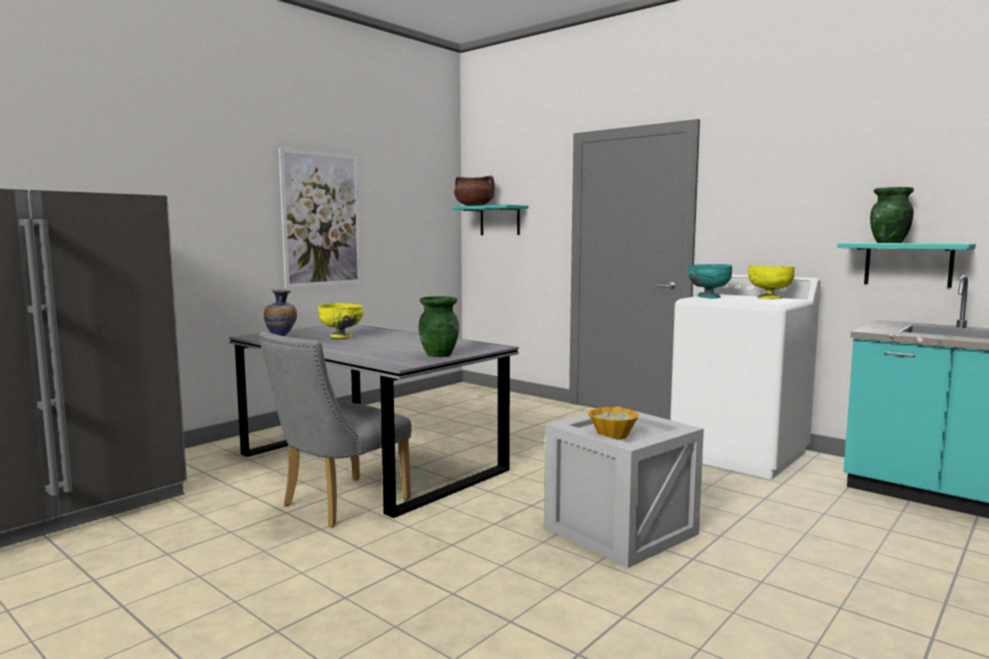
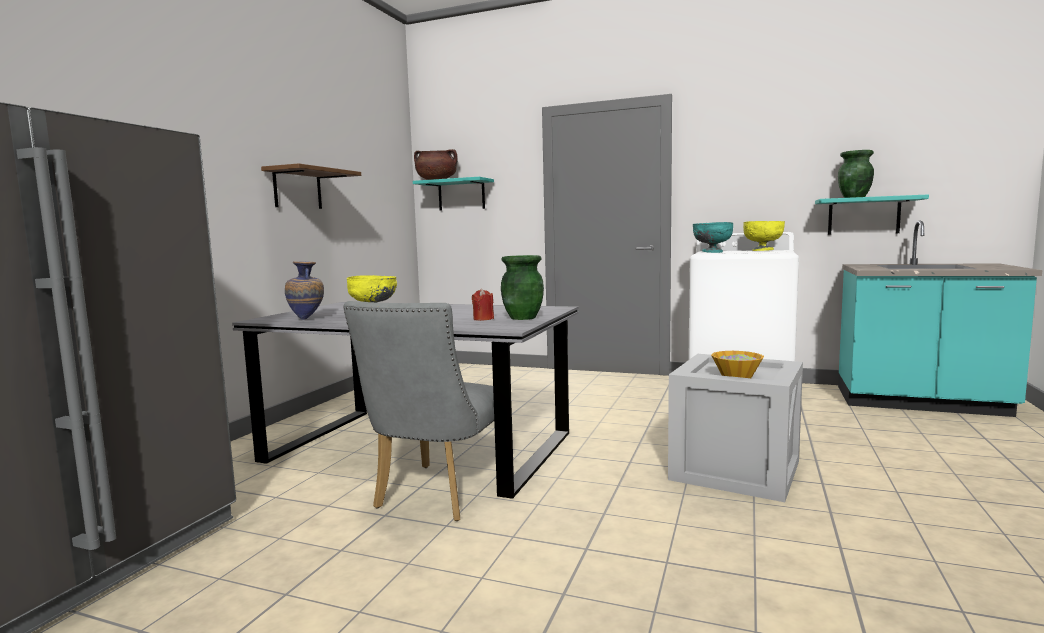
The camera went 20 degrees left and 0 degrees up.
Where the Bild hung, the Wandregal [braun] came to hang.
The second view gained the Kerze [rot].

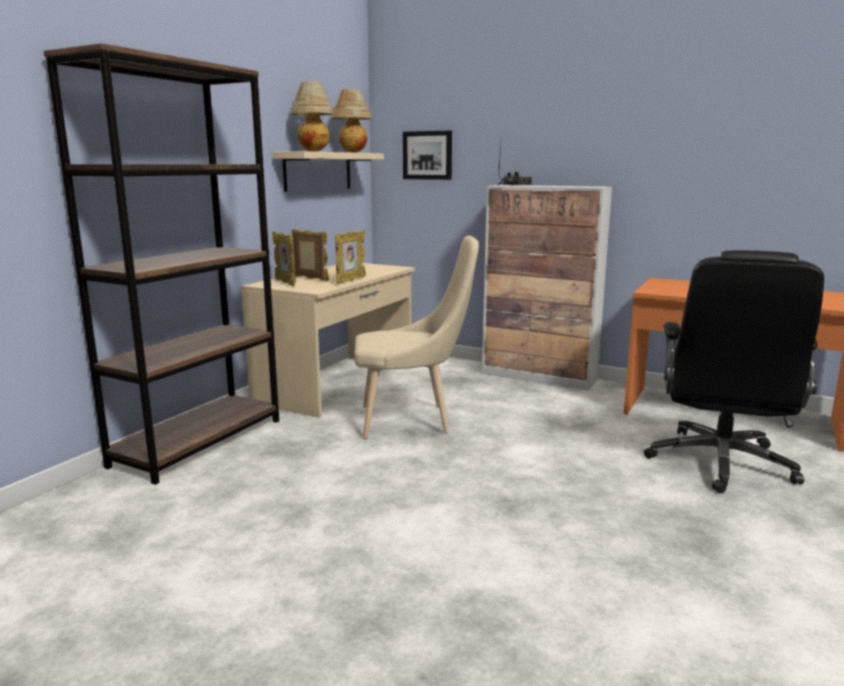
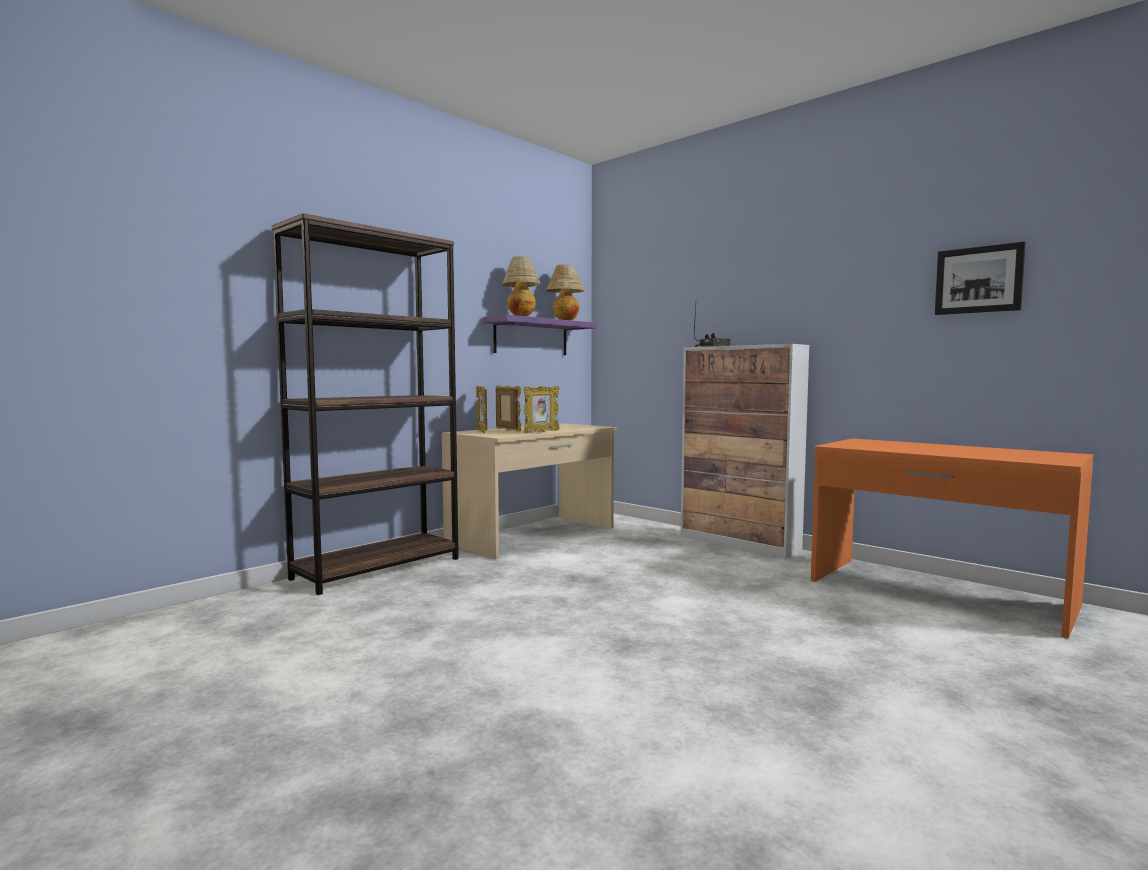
The camera went 15 degrees right and 10 degrees down.
What was the Wandregal [beige] turned into the Wandregal [lila].
The Bild ended up elsewhere.
The second view lost the Stuhl [beige].
The second view lost the Bürostuhl [schwarz].

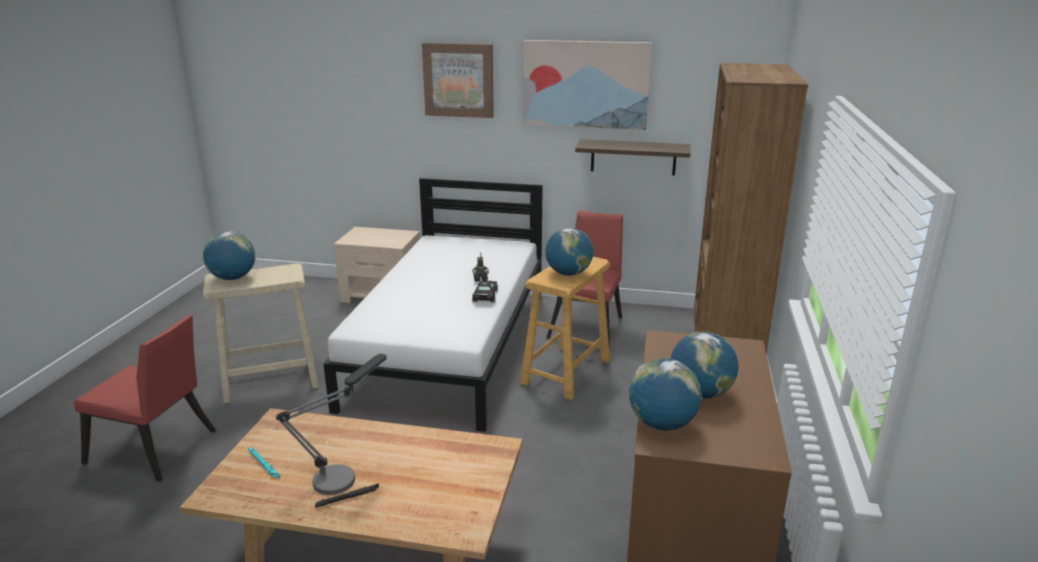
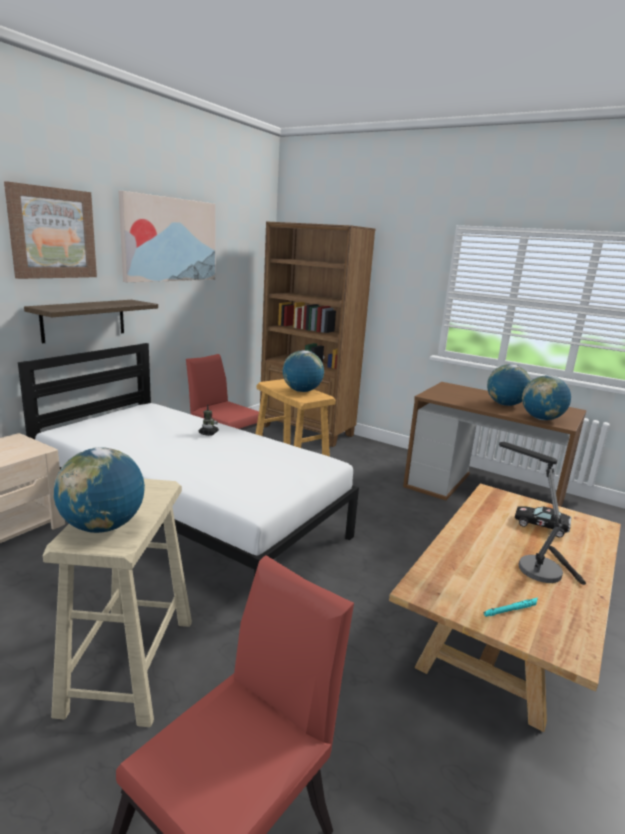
The camera went 70 degrees left and 5 degrees down.
The Wandregal ended up elsewhere.
The Spielzeugauto [schwarz] ended up elsewhere.

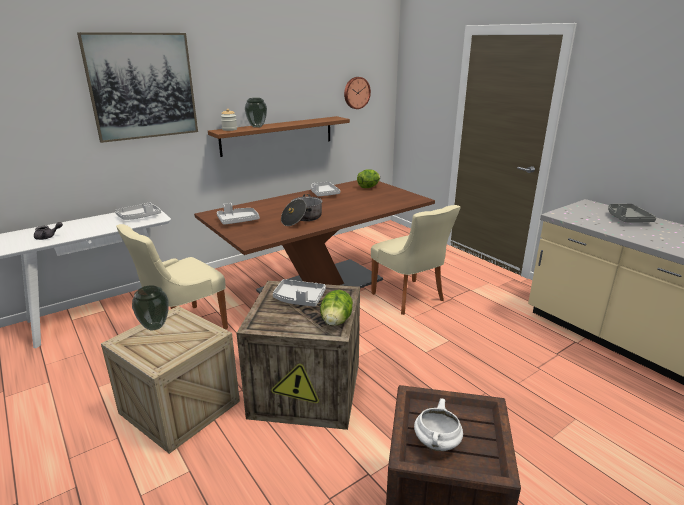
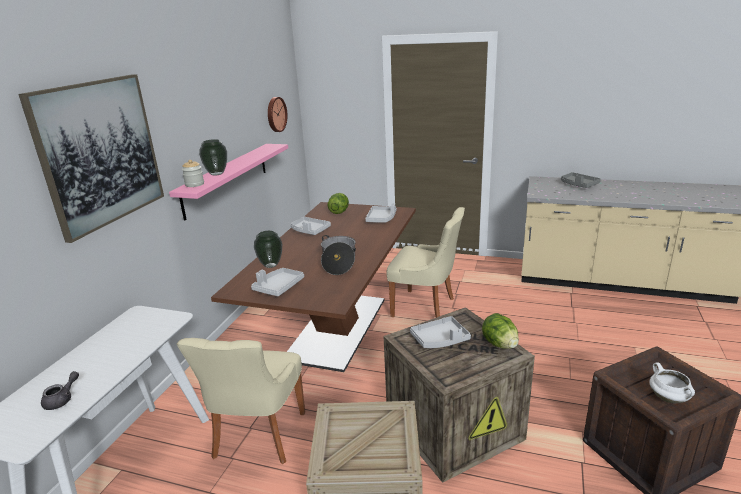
The camera went 35 degrees left and 0 degrees up.
What was the Wandregal [braun] turned into the Wandregal [rosa].
The Vase (no. 1 from left in the first image) ended up elsewhere.
The Tablett [grau] (no. 1 from left in the first image) ended up elsewhere.

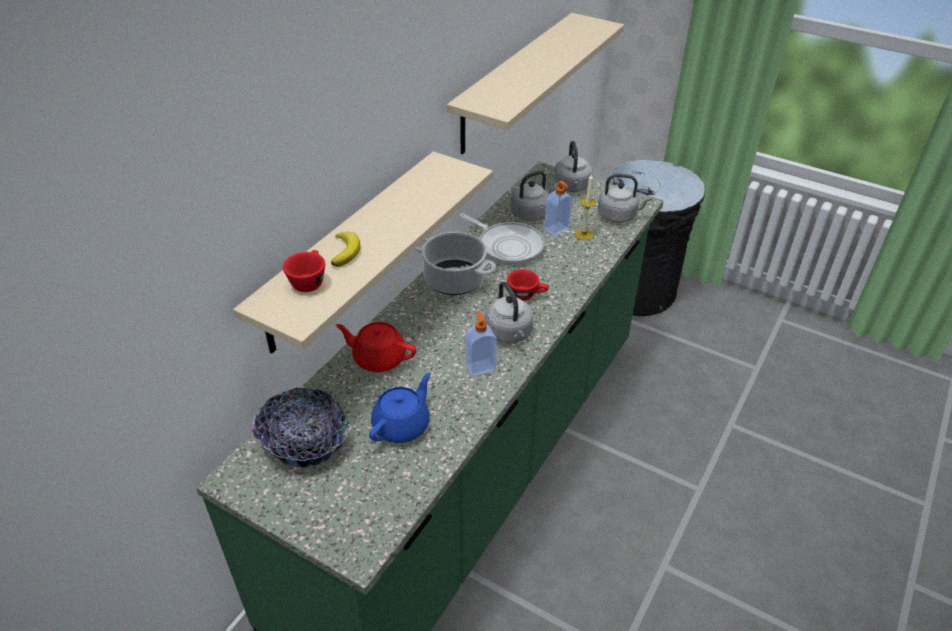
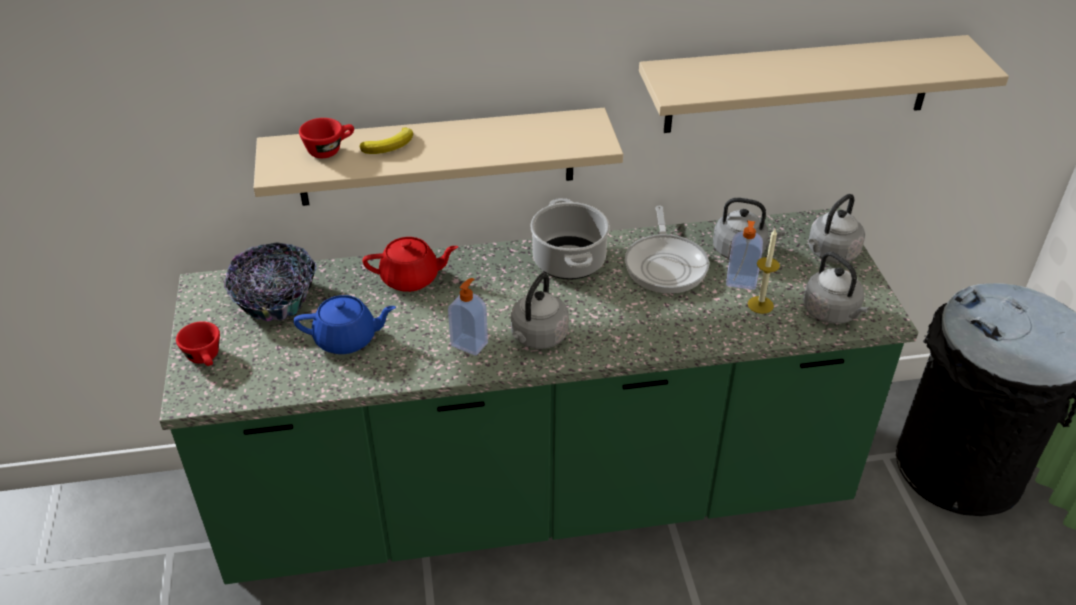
The camera went 50 degrees right and 0 degrees up.
The Tasse [rot] (no. 2 from left in the first image) ended up elsewhere.
The Teekanne [rot] ended up facing another way, 105 degrees clockwise from before.

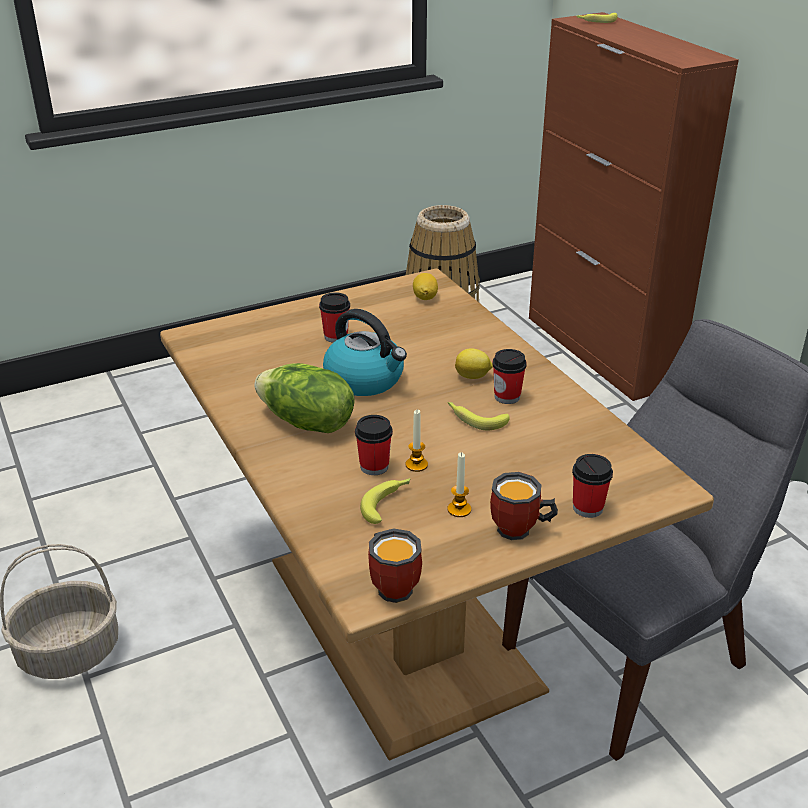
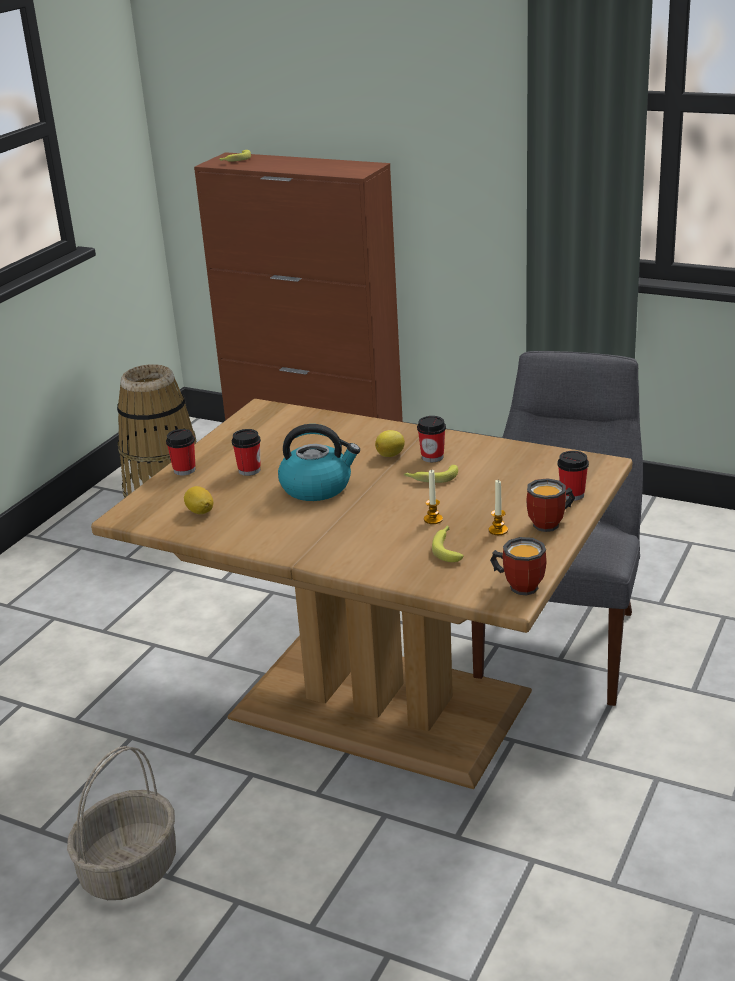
The camera went 35 degrees left and 5 degrees down.
The Tasse (no. 2 from left in the first image) ended up elsewhere.
The Zitrone (no. 1 from left) ended up elsewhere.
The second view lost the Salatkopf.

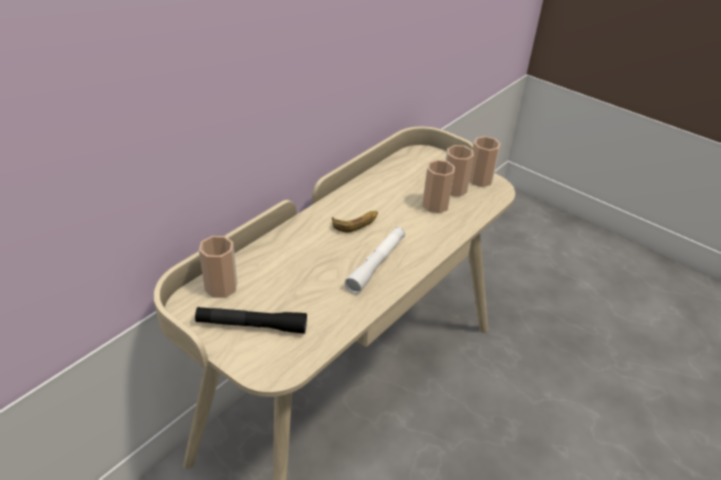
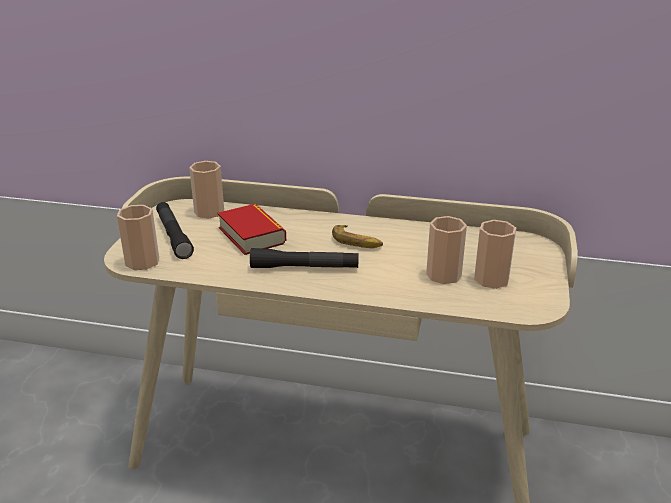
The camera went 65 degrees right and 10 degrees down.
The Tasse (no. 4 from left in the first image) ended up elsewhere.
The second view gained the Buch.
What was the Taschenlampe [weiß] turned into the Taschenlampe [schwarz] (no. 2 from left).

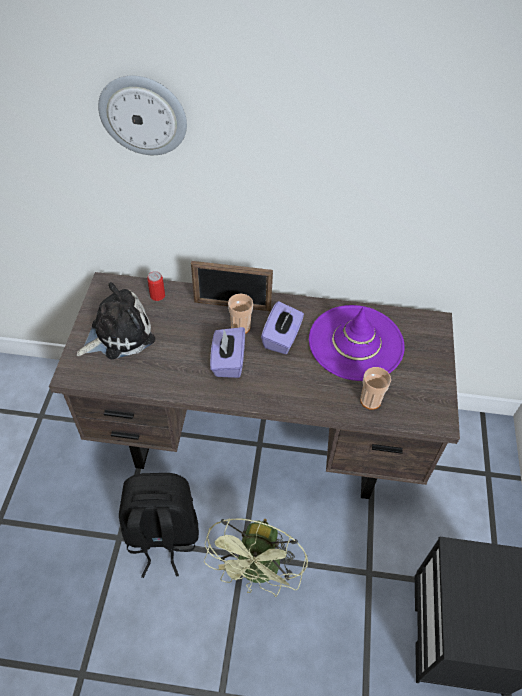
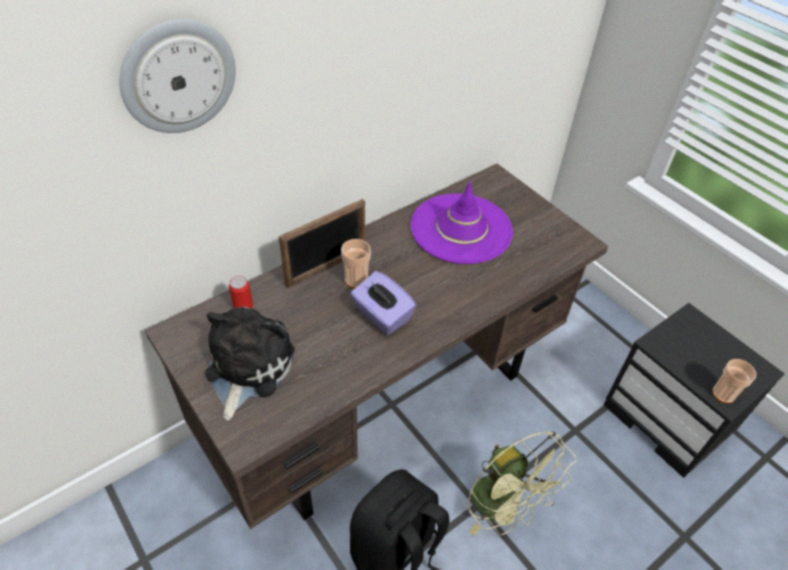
The camera went 45 degrees left and 5 degrees down.
The Tasse (no. 2 from left) ended up elsewhere.
The second view lost the Taschentuchbox [lila] (no. 2 from left).

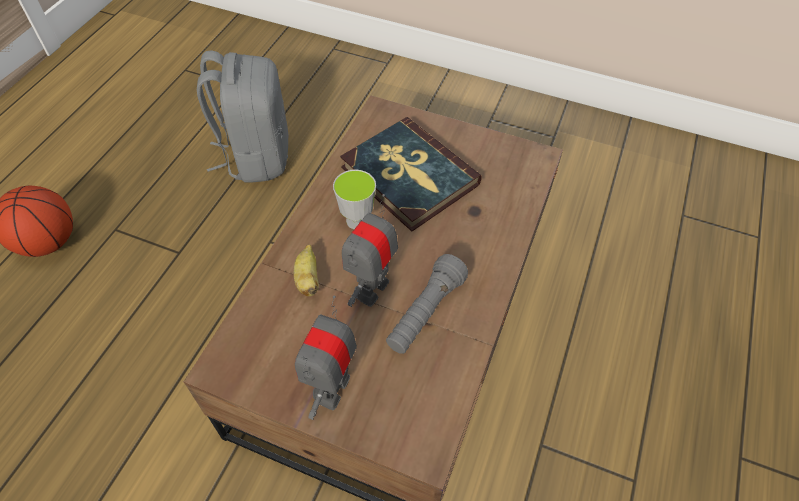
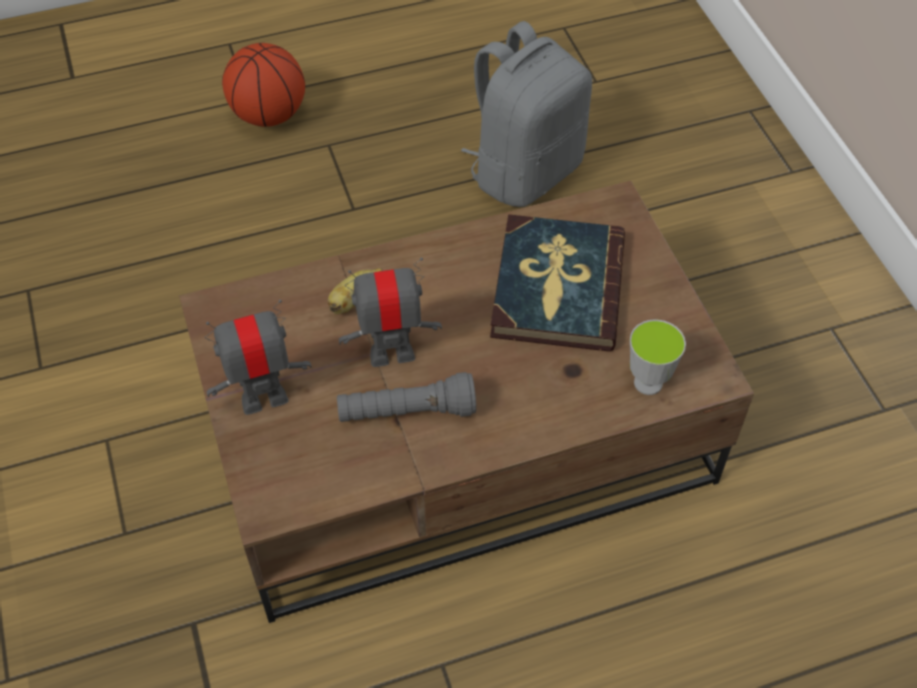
The camera went 50 degrees right and 0 degrees up.
The Tasse ended up elsewhere.

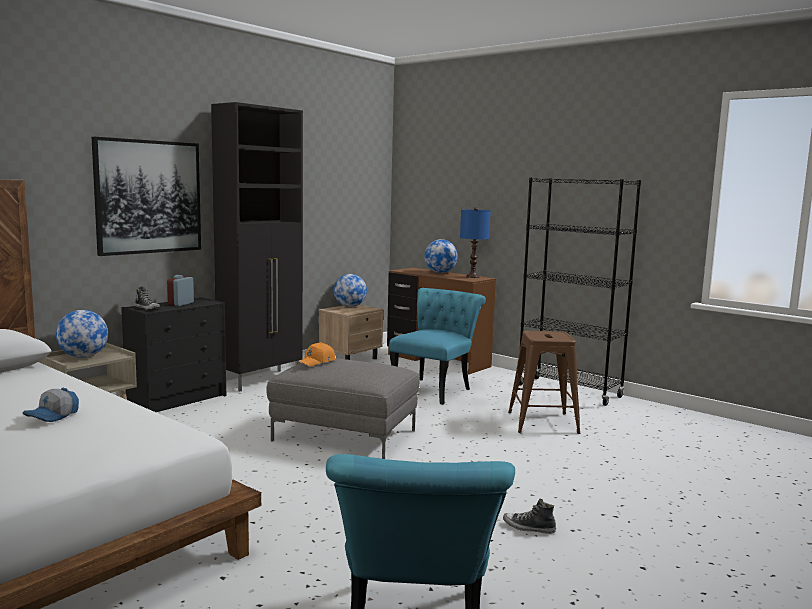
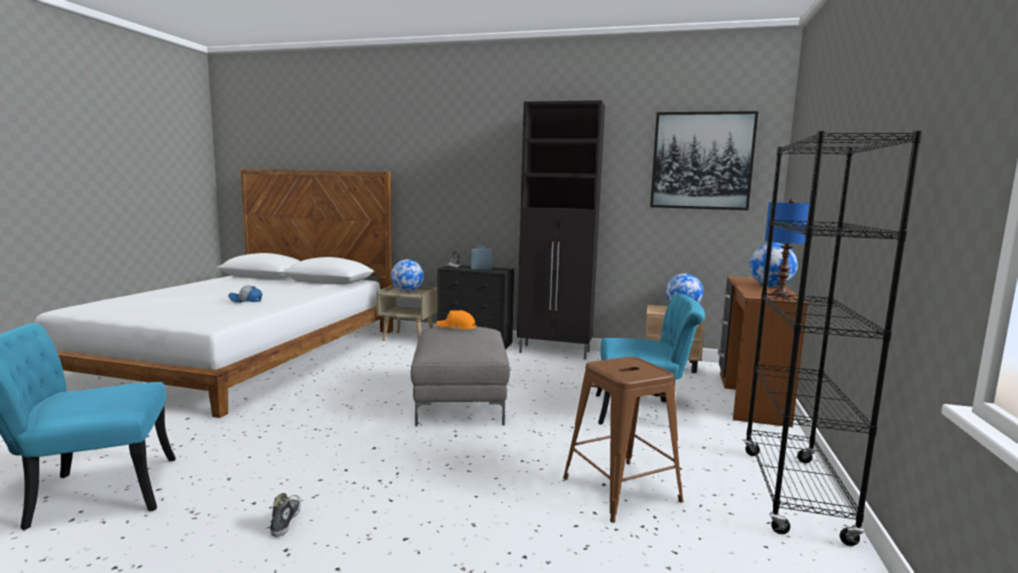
The camera went 65 degrees right and 0 degrees up.
The Bild ended up elsewhere.

